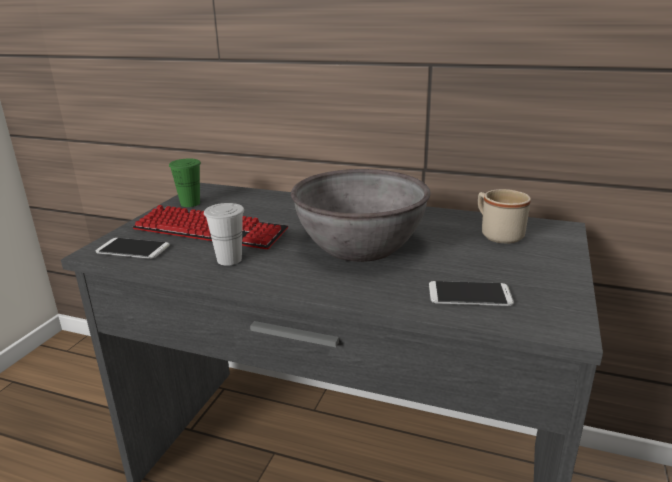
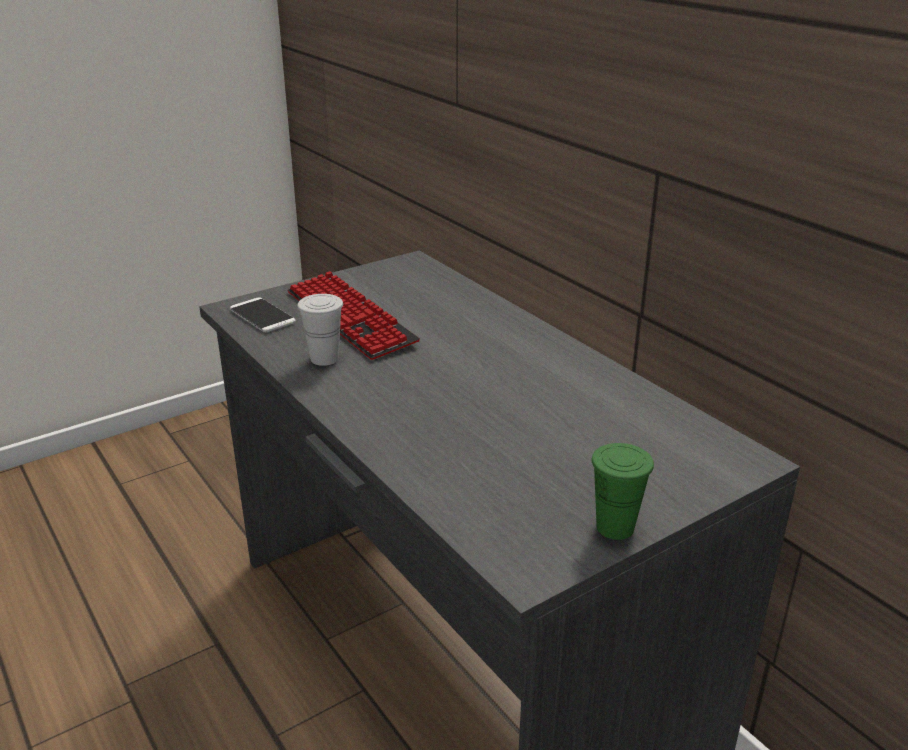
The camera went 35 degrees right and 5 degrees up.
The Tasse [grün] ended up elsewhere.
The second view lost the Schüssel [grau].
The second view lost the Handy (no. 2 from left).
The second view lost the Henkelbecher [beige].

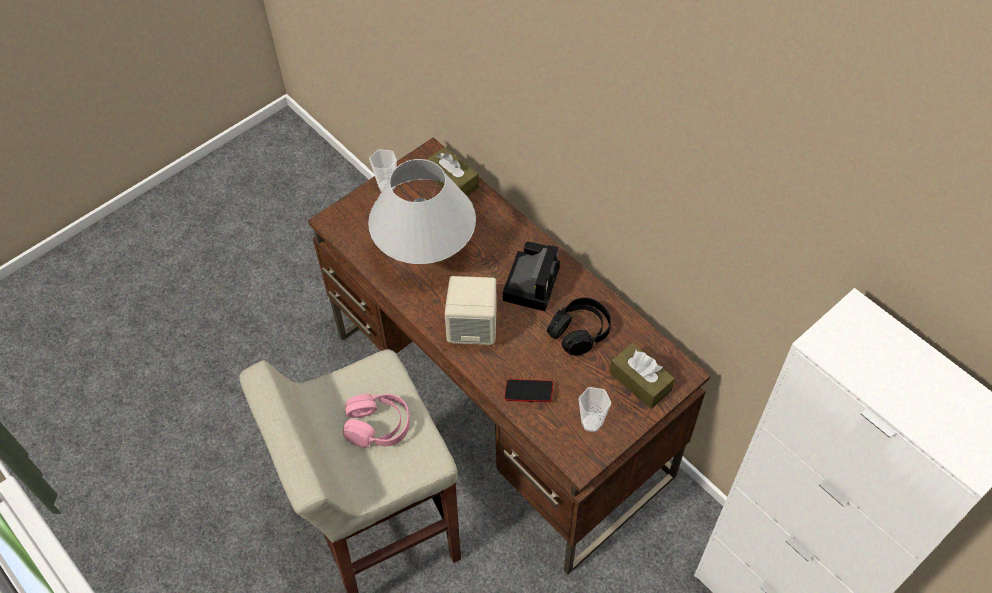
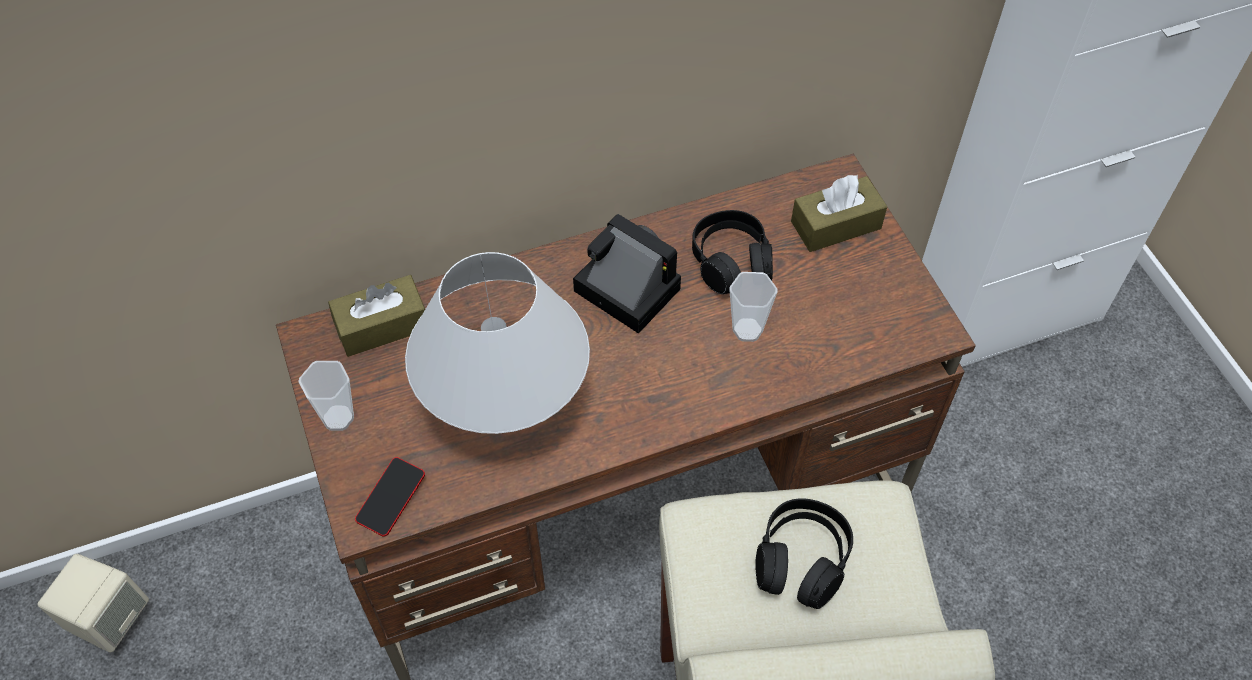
The camera went 70 degrees left and 0 degrees up.
The Lautsprecher [beige] ended up elsewhere.
The Handy ended up elsewhere.
The Tasse (no. 2 from left) ended up elsewhere.
What was the Kopfhörer [rosa] turned into the Kopfhörer [schwarz] (no. 2 from left).

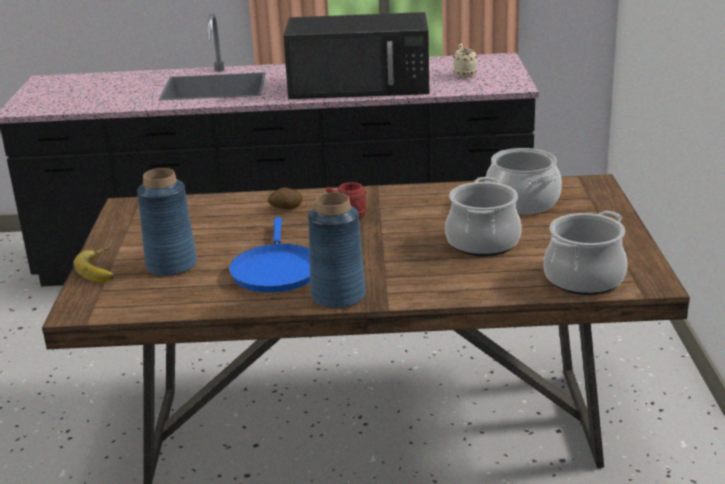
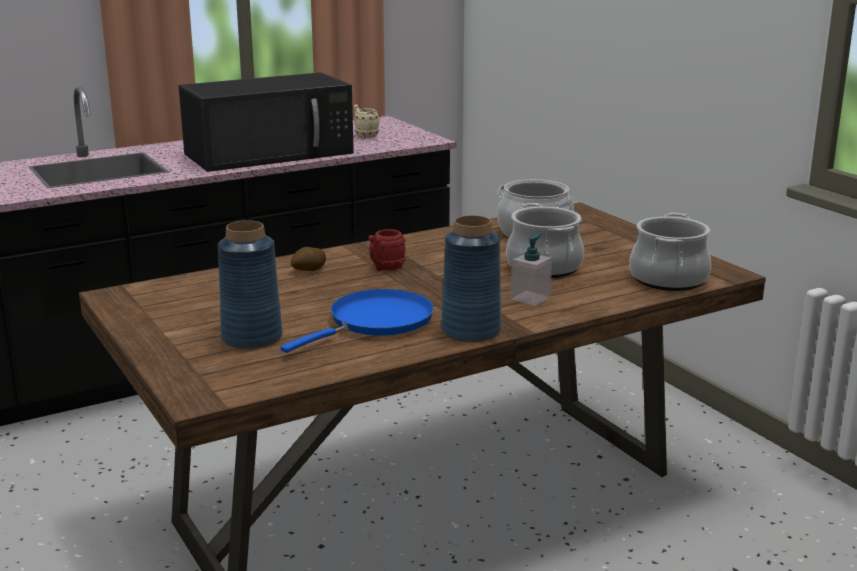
The camera went 30 degrees left and 5 degrees down.
The Pfanne [blau] ended up facing another way, 105 degrees counterclockwise from before.
The second view gained the Seifenspender.
The second view lost the Banane.

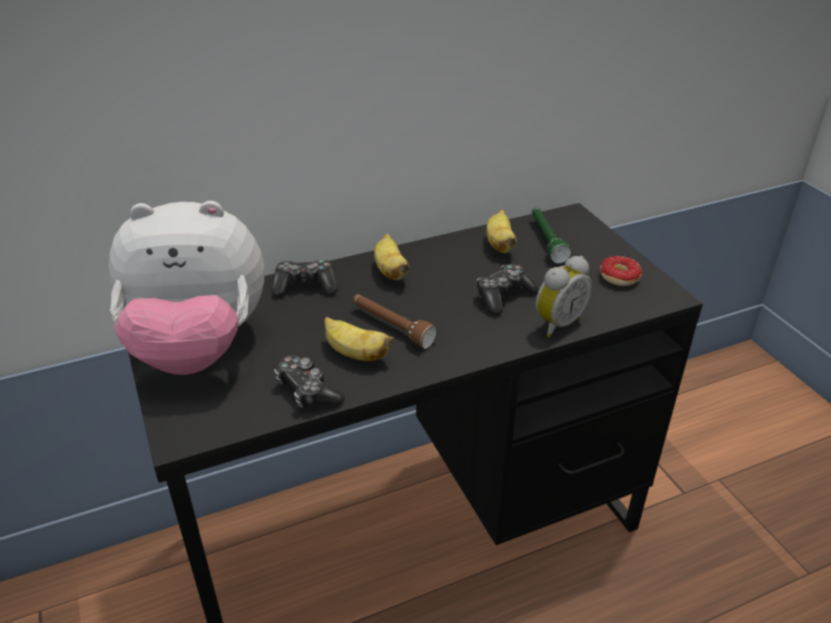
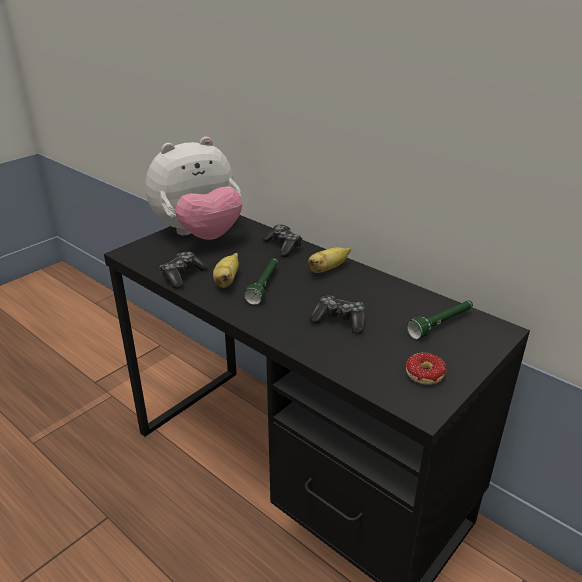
The camera went 65 degrees right and 5 degrees down.
The Plüschtier ended up facing another way, 90 degrees counterclockwise from before.
What was the Taschenlampe [braun] turned into the Taschenlampe [grün] (no. 1 from left).
The second view lost the Banane (no. 3 from left).
The second view lost the Wecker.

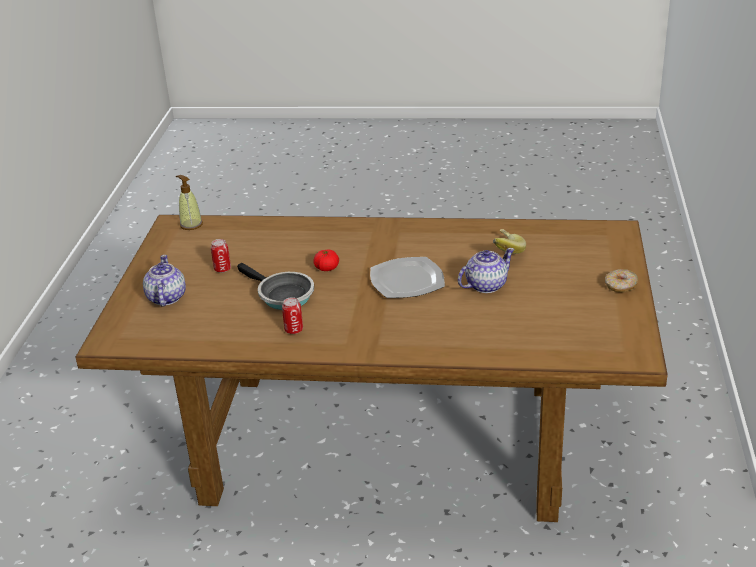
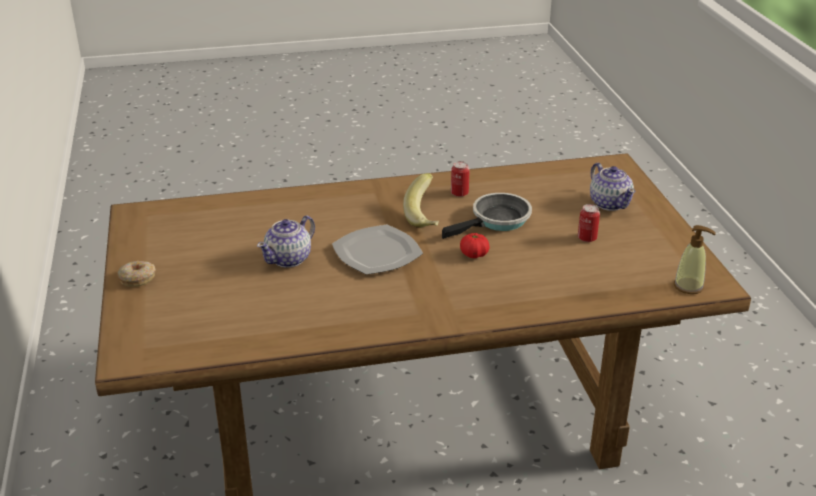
The camera went 160 degrees right and 0 degrees up.
The Banane ended up elsewhere.
The Pfanne ended up facing another way, 120 degrees clockwise from before.

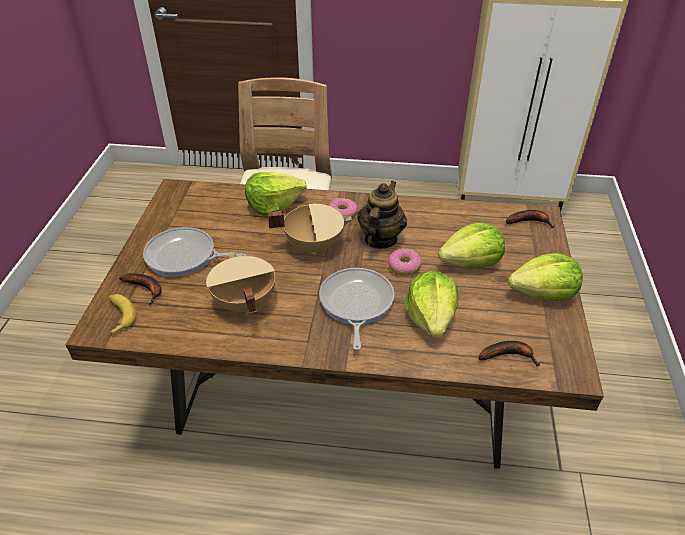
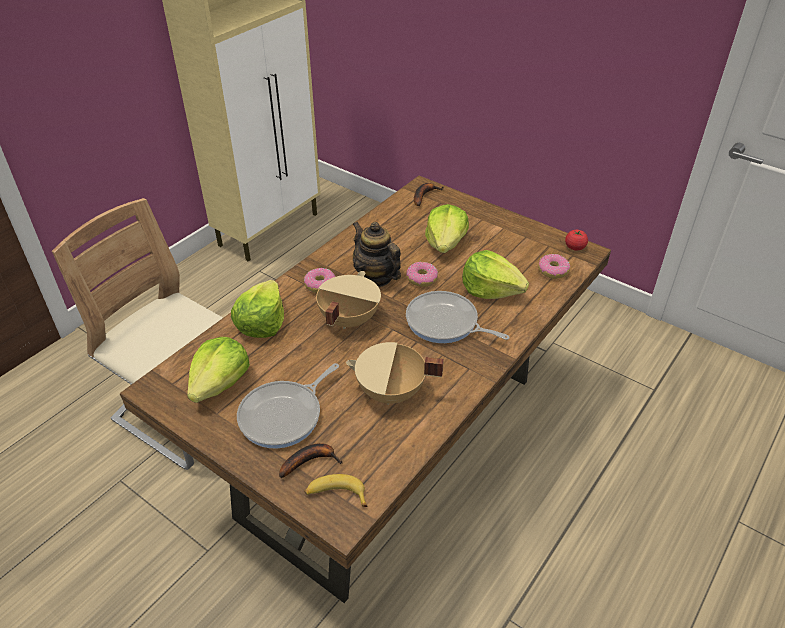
The camera went 60 degrees left and 0 degrees up.
The Salatkopf (no. 4 from left in the first image) ended up elsewhere.
Where the Banane (no. 3 from left) stood, the Donut (no. 3 from left) came to stand.
The second view gained the Tomate.

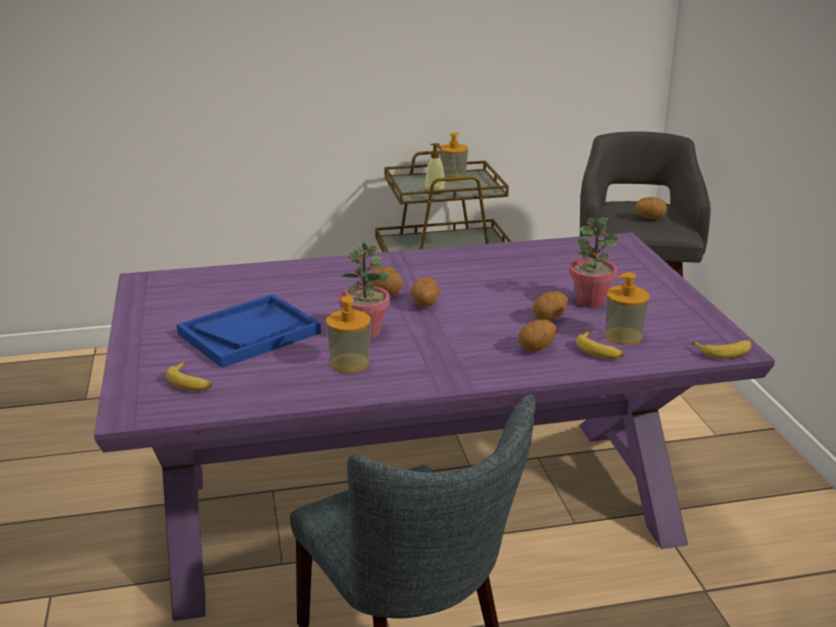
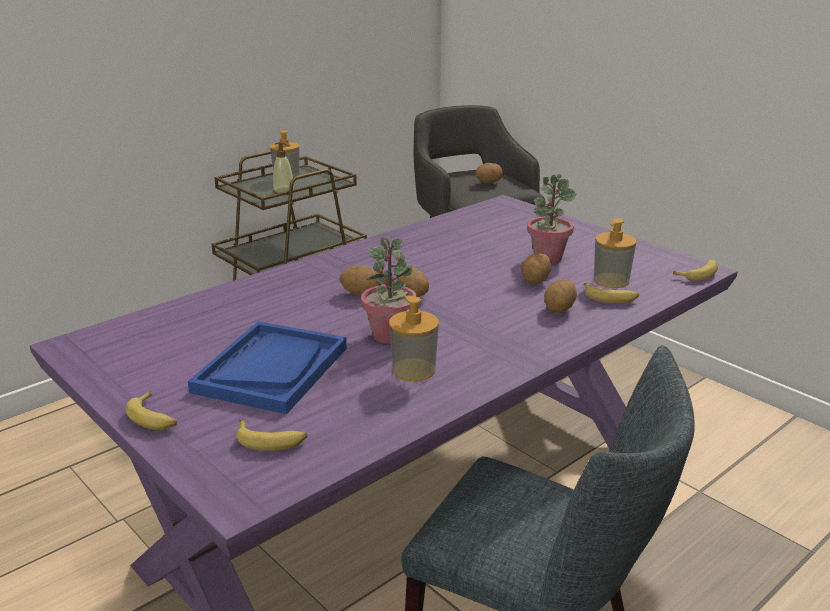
The camera went 30 degrees left and 0 degrees up.
The second view gained the Banane (no. 1 from left).

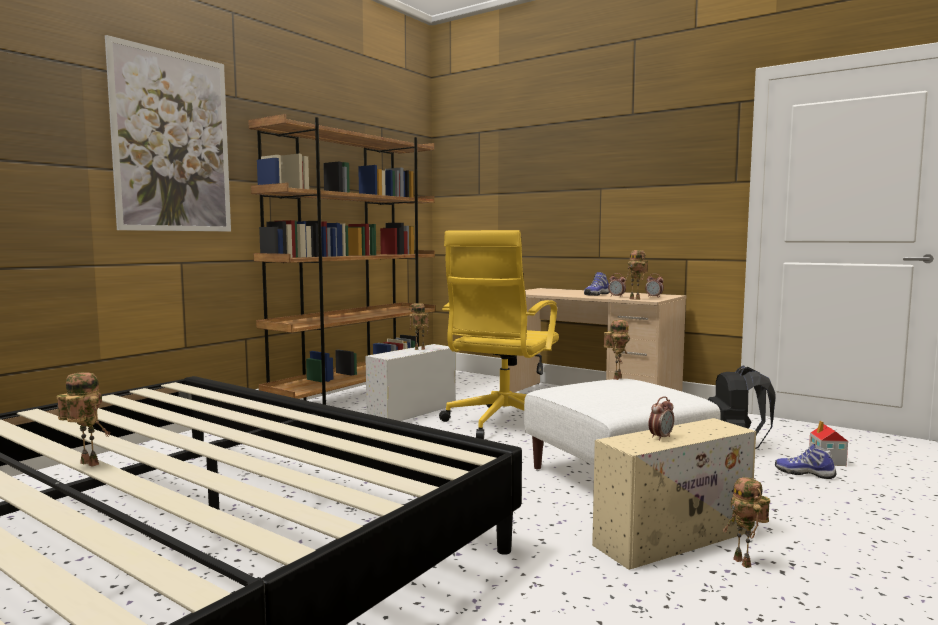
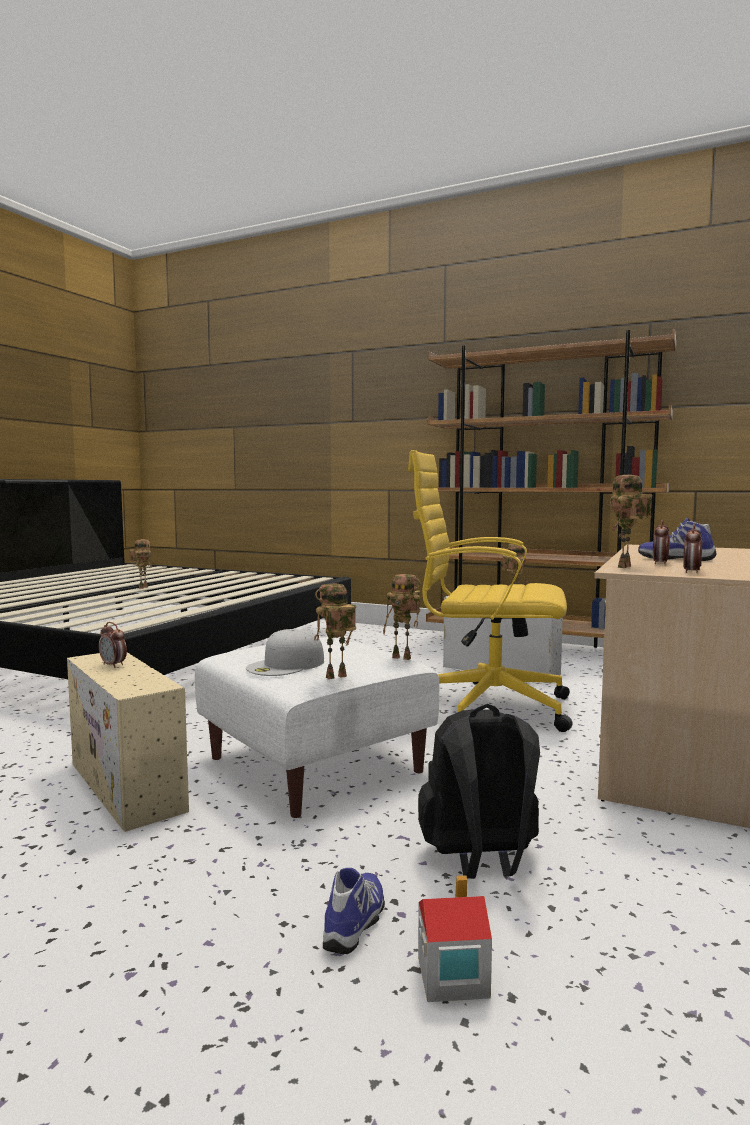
The camera went 80 degrees right and 0 degrees up.
The second view gained the Kappe [weiß].
The Spielzeugroboter (no. 5 from left in the first image) ended up elsewhere.
The second view lost the Bild.

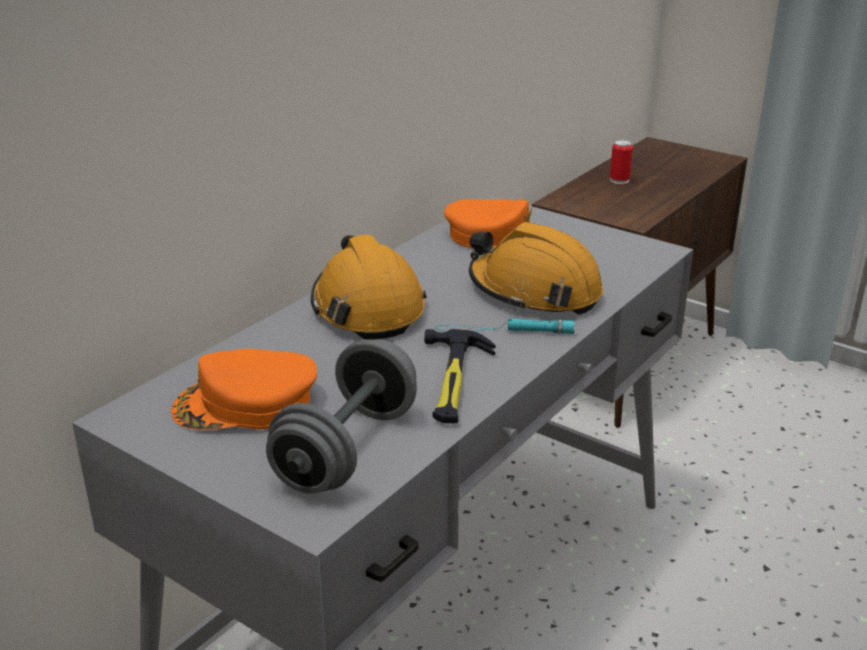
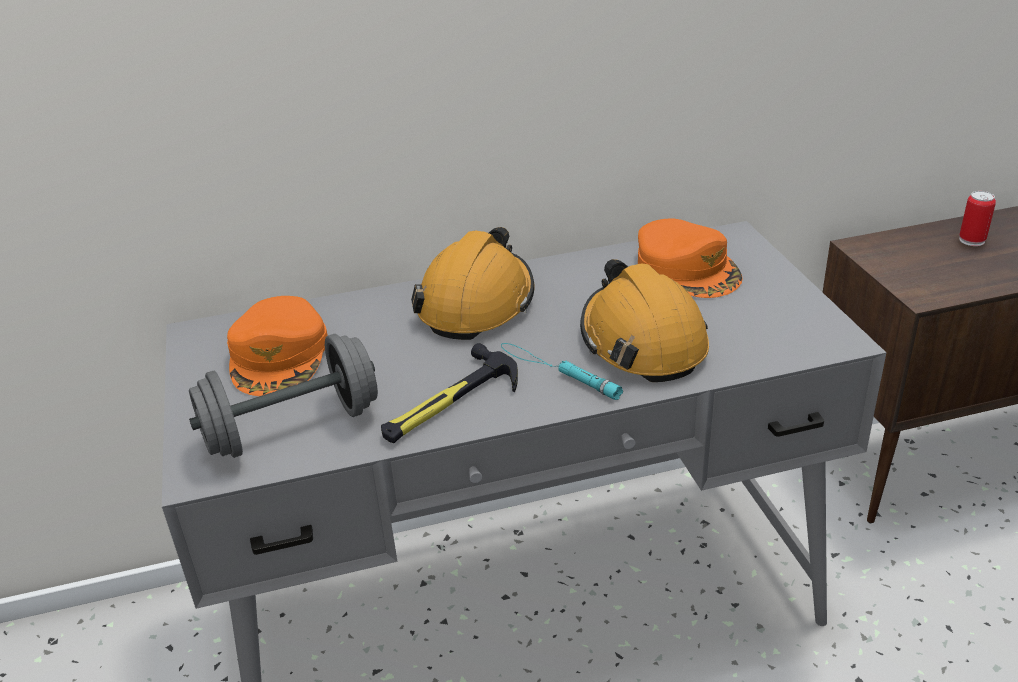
The camera went 40 degrees right and 5 degrees up.
The Kappe [orange] (no. 1 from left) ended up facing another way, 120 degrees counterclockwise from before.

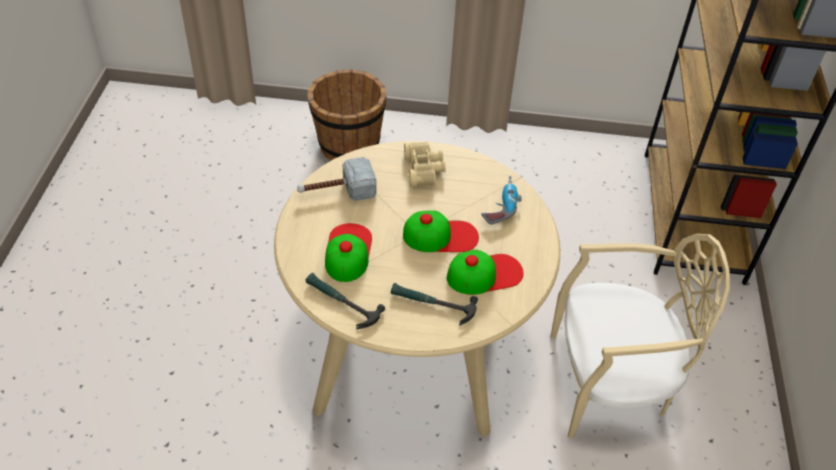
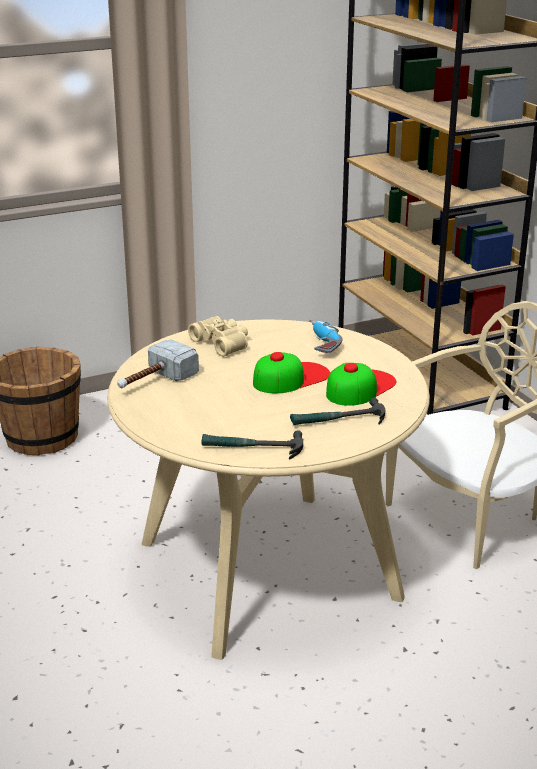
The camera went 30 degrees left and 20 degrees down.
The second view lost the Kappe (no. 1 from left).

